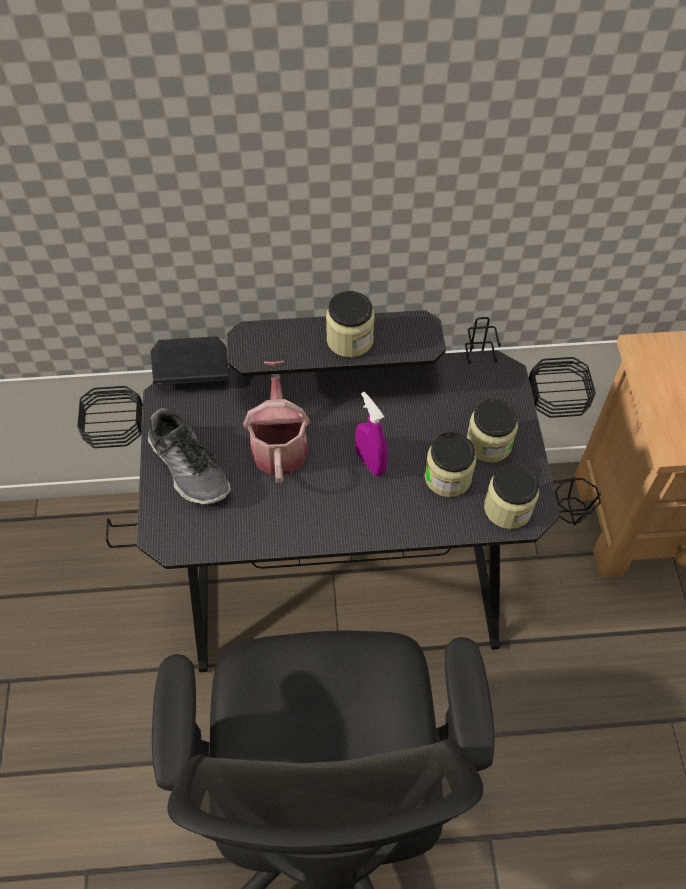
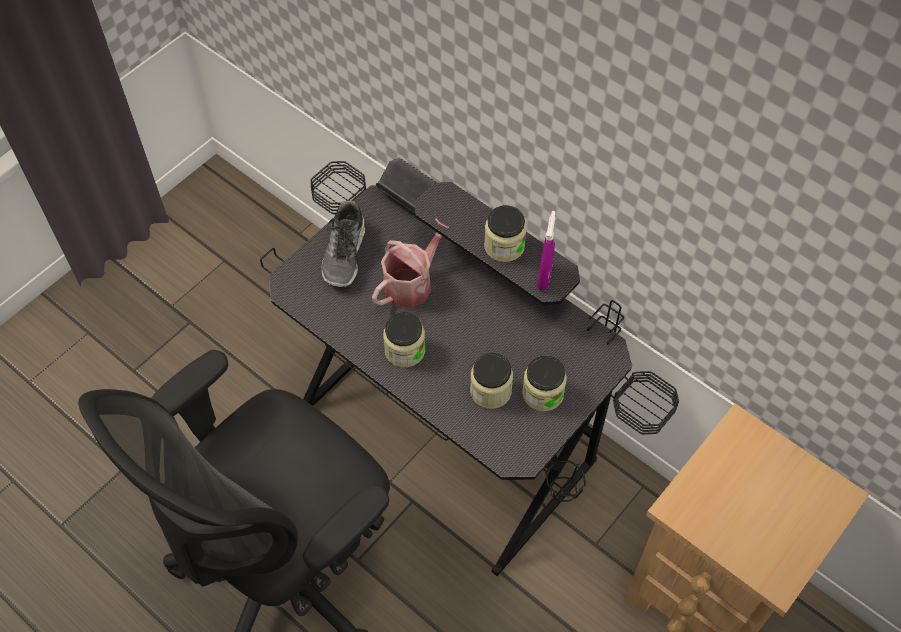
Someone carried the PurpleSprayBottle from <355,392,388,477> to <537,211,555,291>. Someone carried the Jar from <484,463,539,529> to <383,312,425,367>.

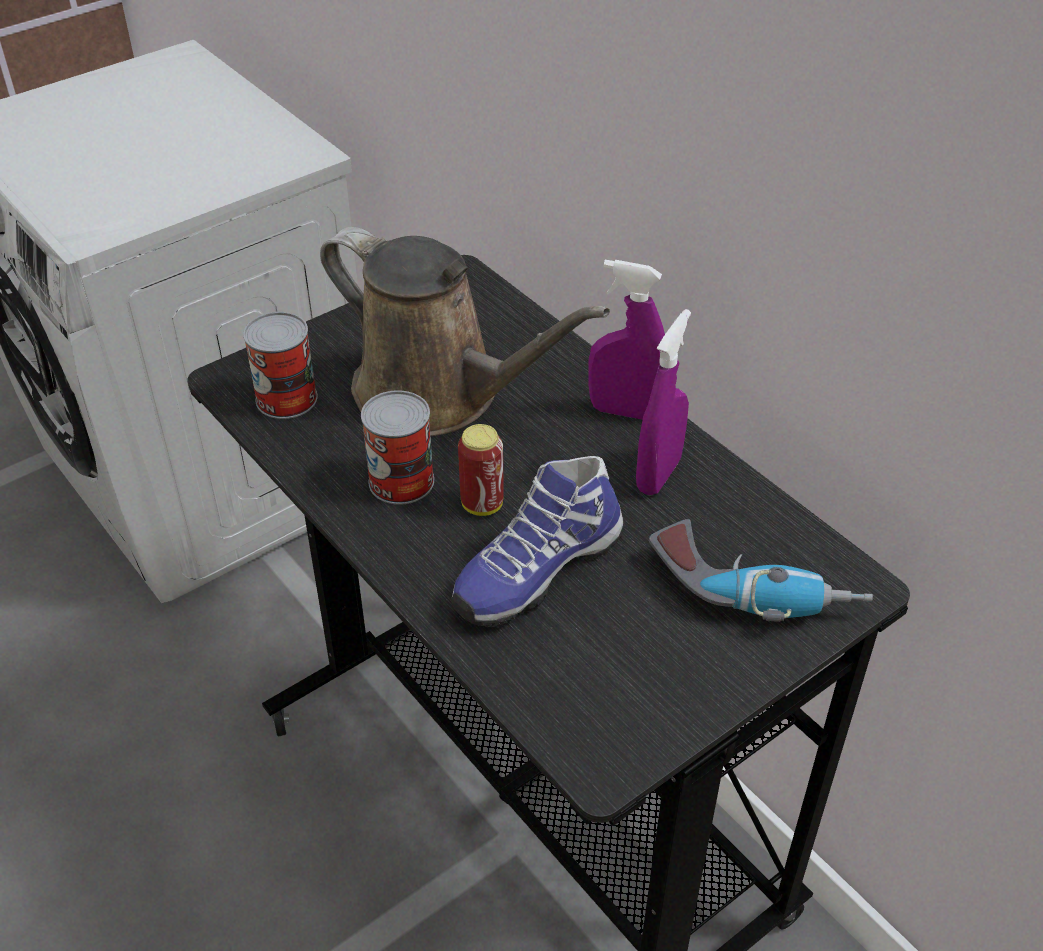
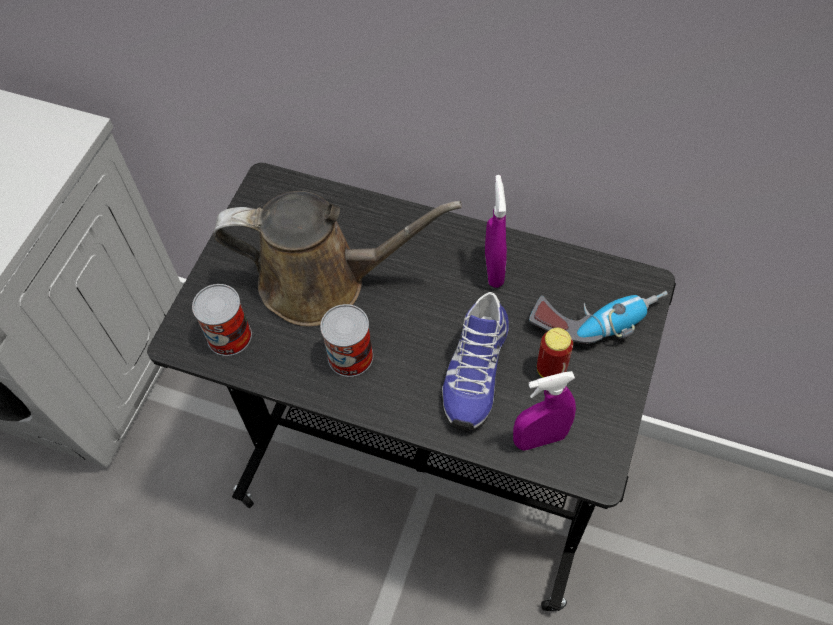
Someone carried the PurpleSprayBottle from <588,260,665,420> to <513,371,576,451>. Someone carried the Can from <458,424,504,516> to <537,328,573,378>.

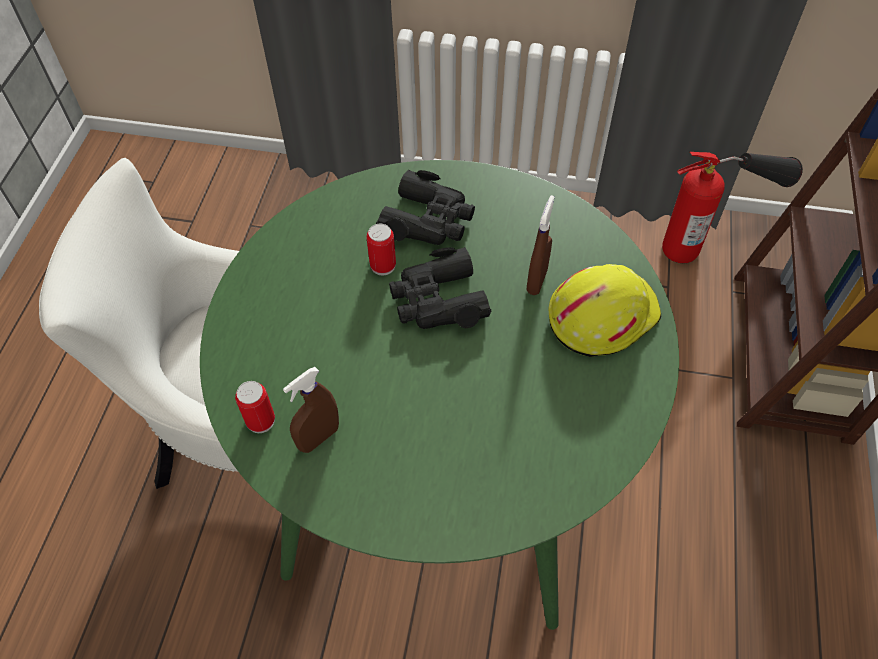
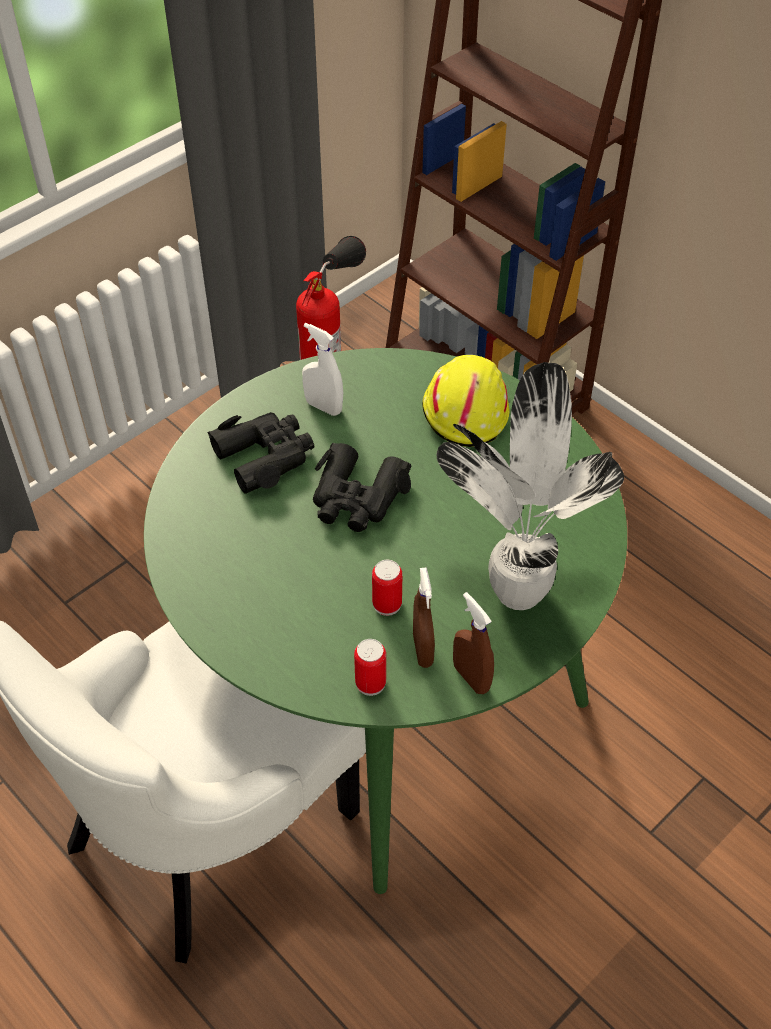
Someone carried the BrownSprayBottle from <527,195,554,295> to <453,592,494,694>. Someone carried the Can from <366,224,396,275> to <372,560,403,616>. Someone put down the WhiteSprayBottle at <302,323,343,416>. Someone put down the PottedPlant at <437,362,624,610>.

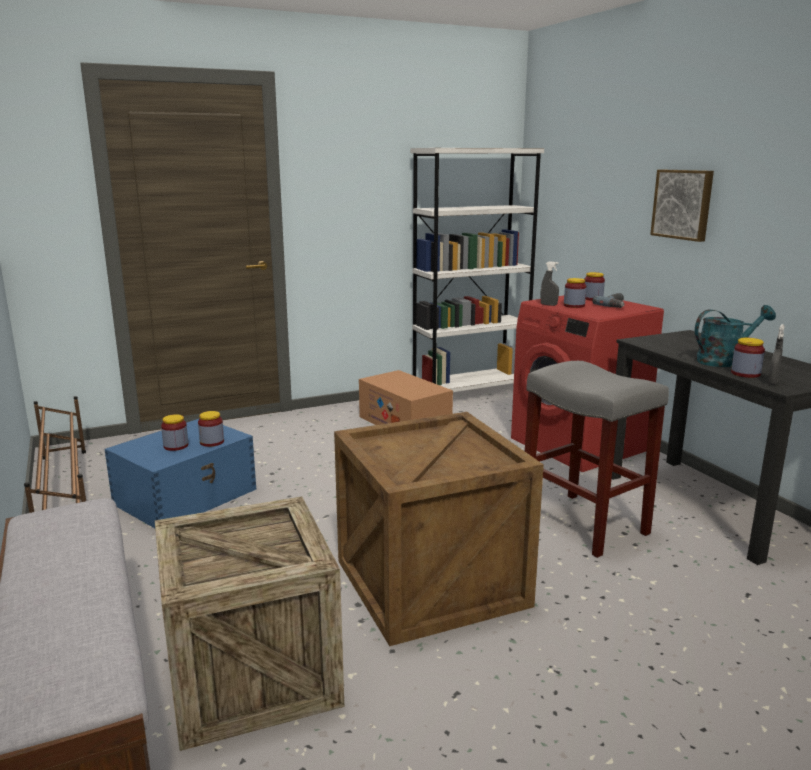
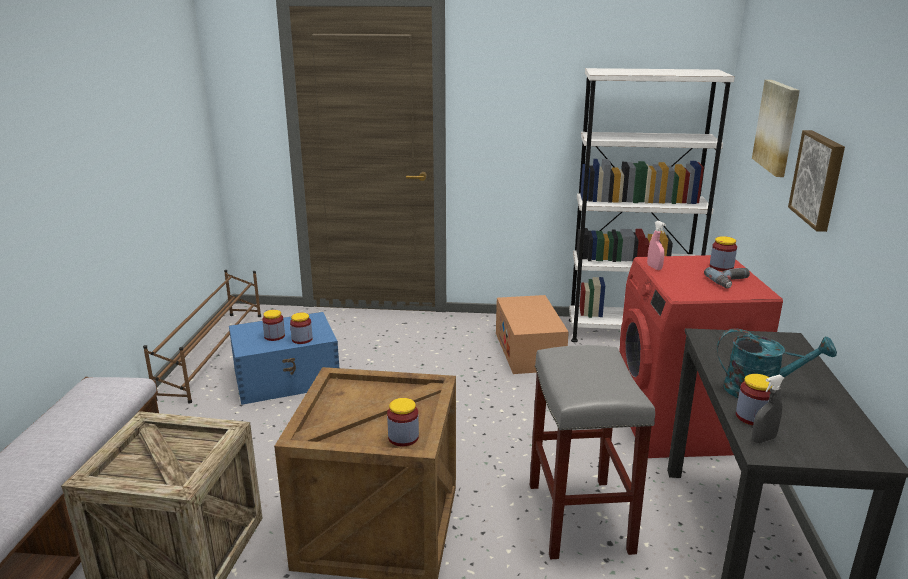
Someone repainted the GreySprayBottle at <541,261,559,306>, which became the PinkSprayBottle at <647,221,666,270>. Someone carried the Jar from <564,278,586,308> to <387,398,419,447>. Someone put up the Picture at <752,80,800,177>.

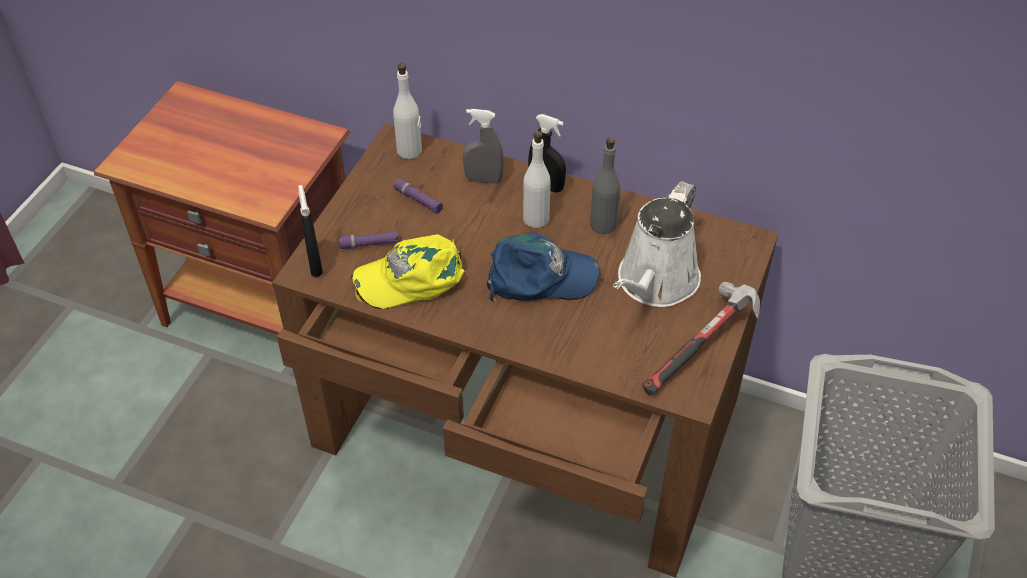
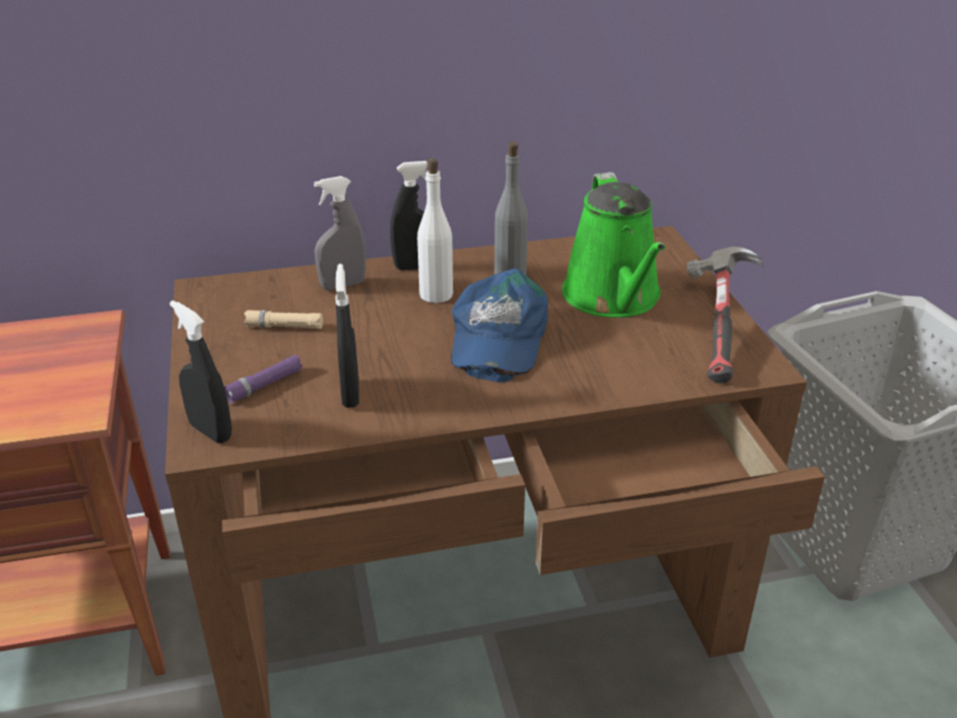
Someone took away the WhiteBottle at <393,63,422,159>. Someone repainted the PurpleFlashlight at <393,178,443,213>, which became the BeigeFlashlight at <244,310,323,329>. Someone repainted the WhiteWateringCan at <613,181,701,307>, which became the GreenWateringCan at <562,172,666,318>. Someone rotated the BlueCap at <487,233,601,302> by 135 degrees clockwise. Someone swapped the YellowCap at <351,234,465,309> for the BlackSprayBottle at <335,264,359,408>.

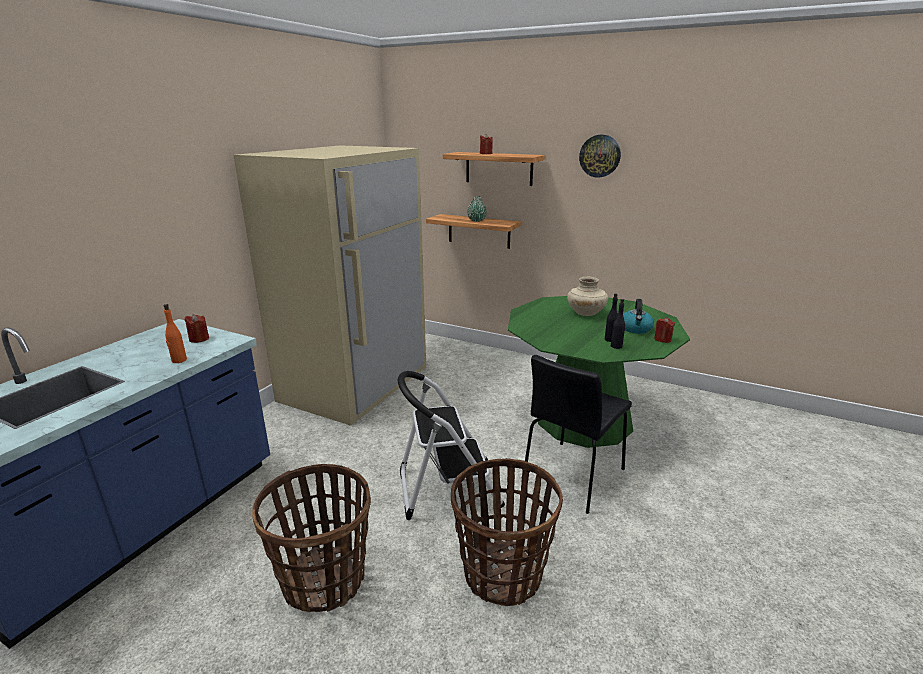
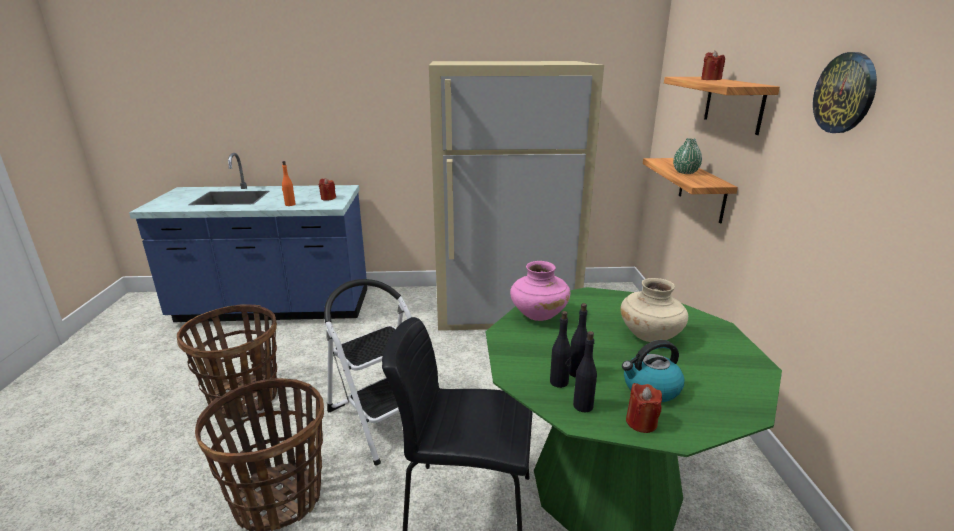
Someone put down the PinkVase at <510,261,570,321>. Someone put down the BlackBottle at <573,331,597,412>.

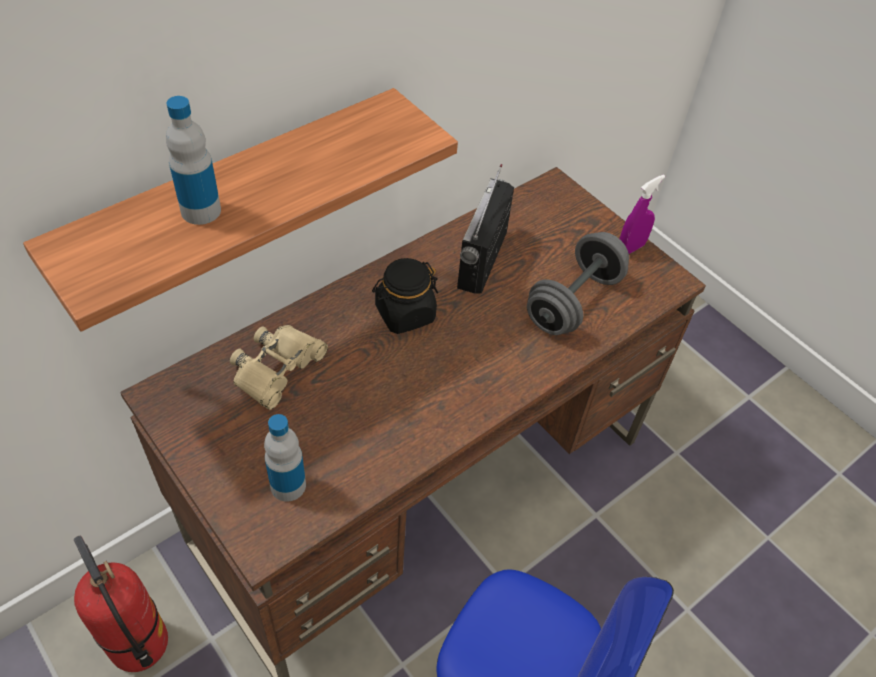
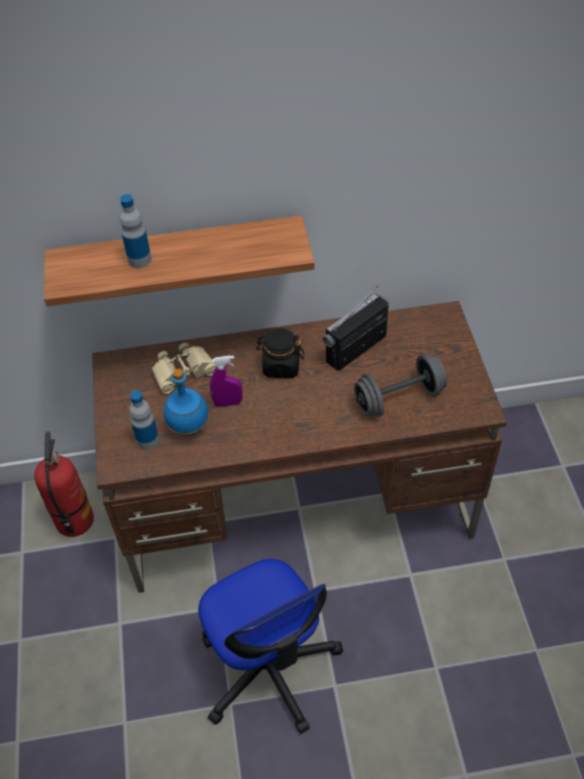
Someone carried the PurpleSprayBottle from <620,174,665,254> to <210,356,243,407>. Someone put down the BlueBottle at <164,369,209,436>.

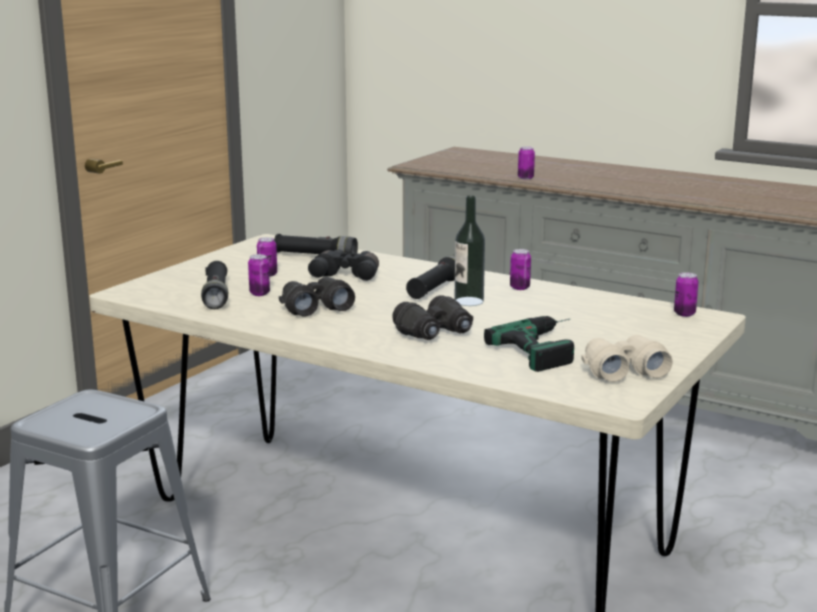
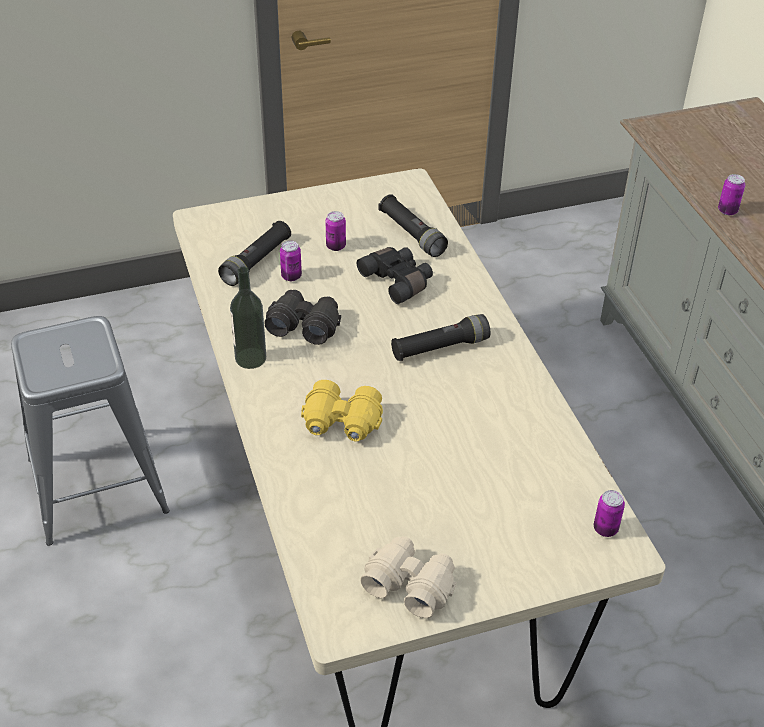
Someone carried the Bottle from <454,195,485,306> to <230,266,266,369>. Someone took away the Can at <510,249,531,290>. Someone repainted the BlackBinoculars at <392,295,473,340>, which became the YellowBinoculars at <301,380,383,441>. Someone took away the PowerDrill at <484,316,574,372>.

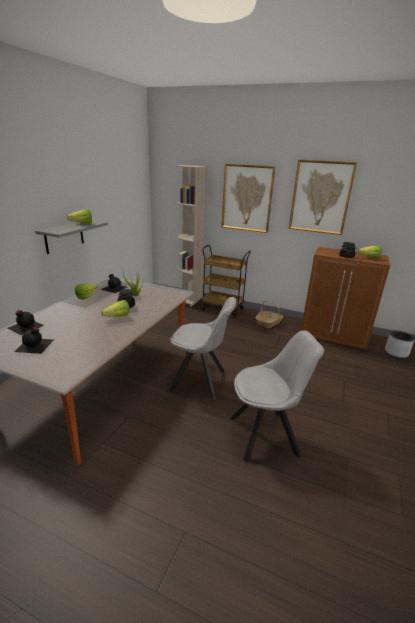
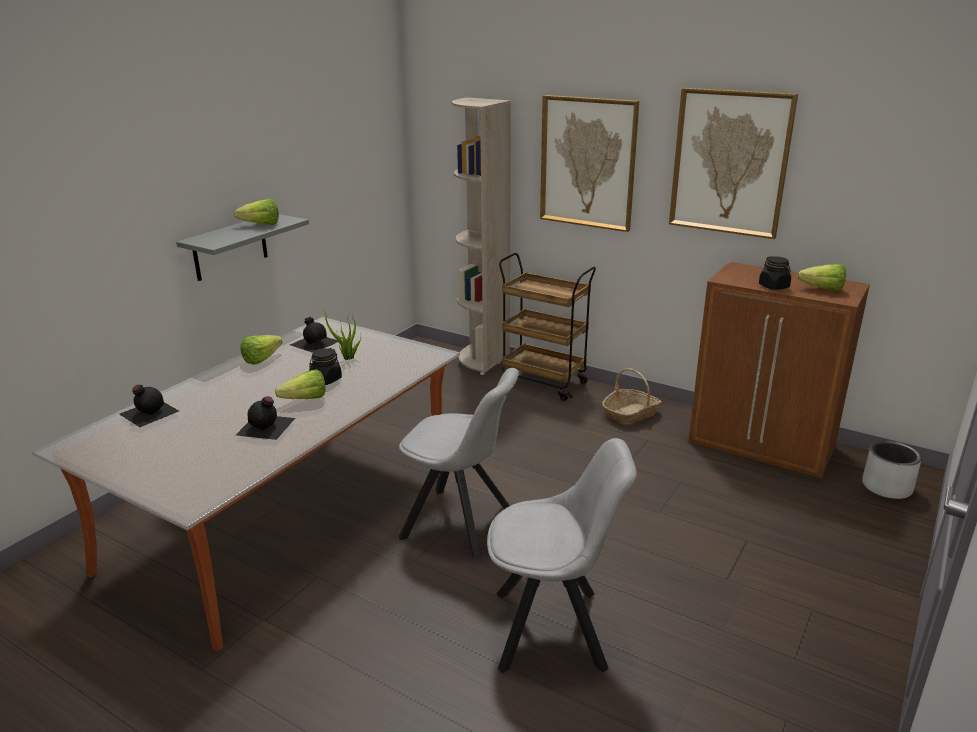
Someone carried the BlackBottle from <14,327,54,354> to <236,396,295,440>.

